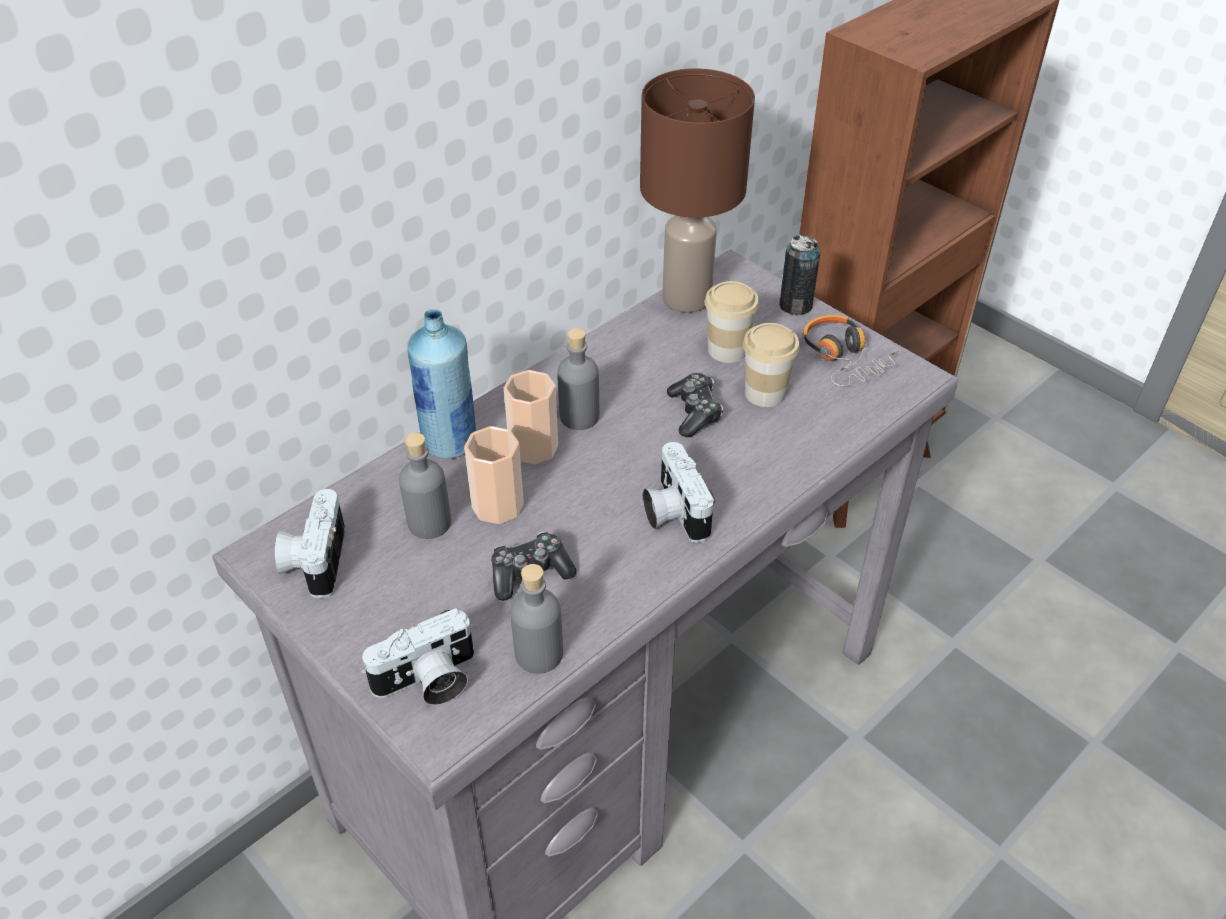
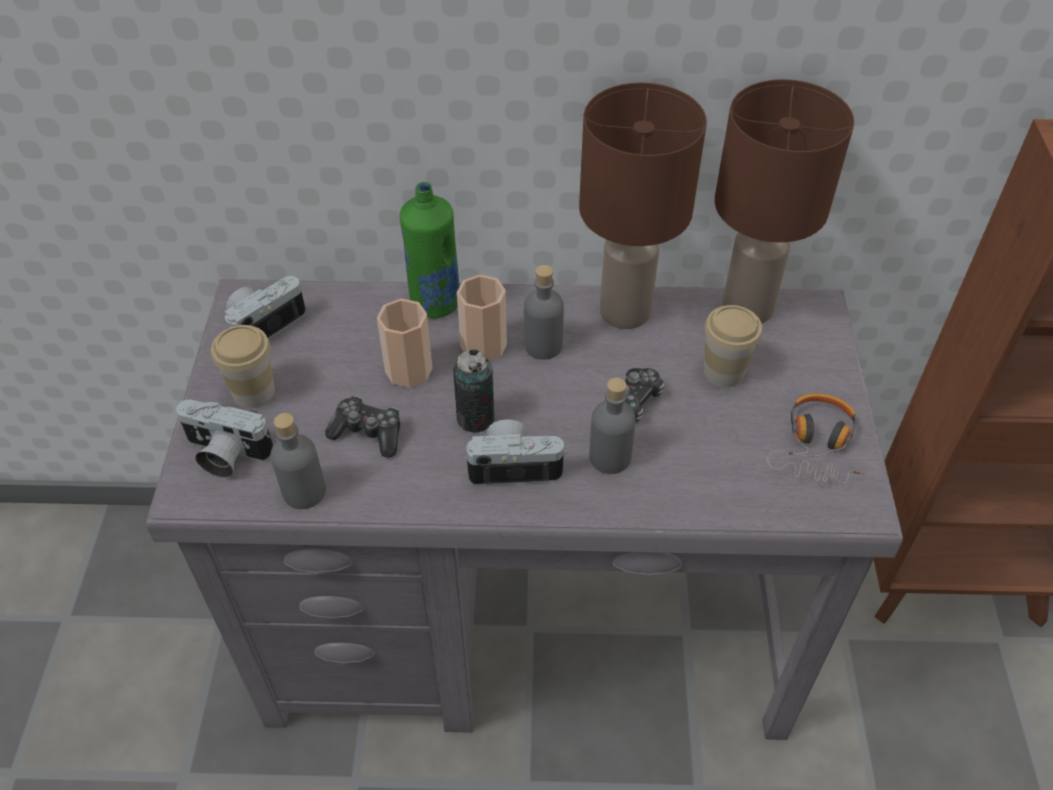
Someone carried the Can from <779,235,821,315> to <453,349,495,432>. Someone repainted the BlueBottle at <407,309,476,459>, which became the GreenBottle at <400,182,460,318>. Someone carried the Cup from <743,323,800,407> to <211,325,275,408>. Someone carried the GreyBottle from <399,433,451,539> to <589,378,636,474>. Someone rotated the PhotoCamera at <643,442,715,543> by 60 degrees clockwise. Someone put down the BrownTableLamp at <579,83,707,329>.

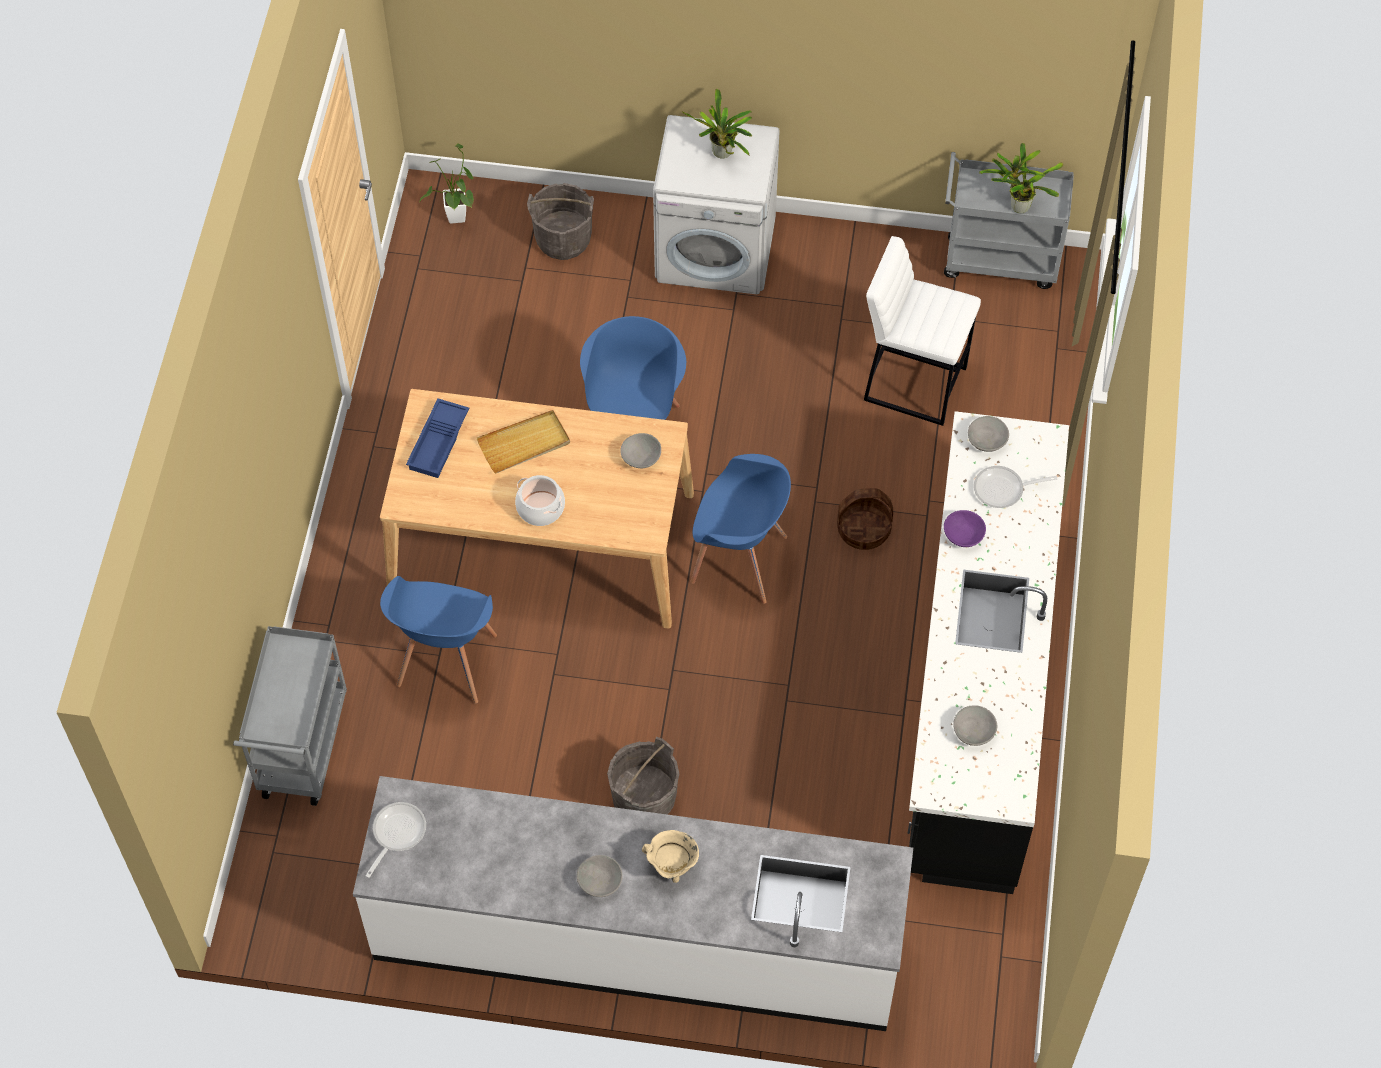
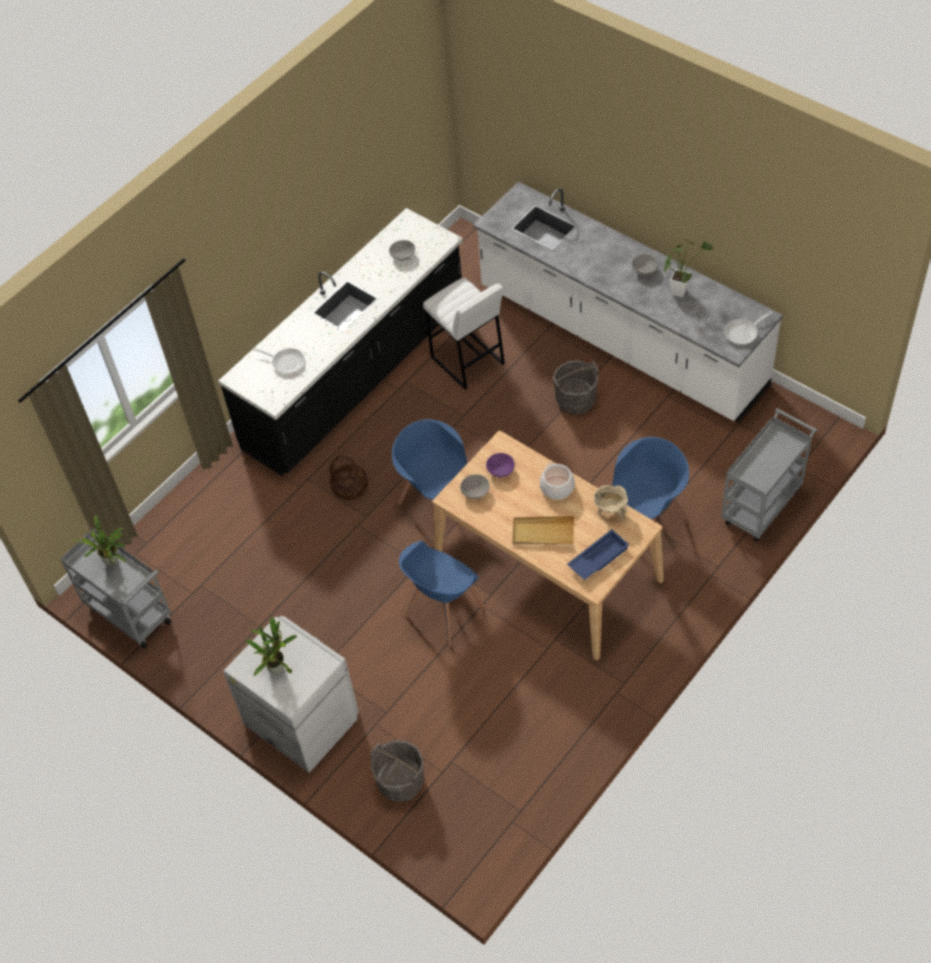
Someone carried the PottedPlant from <419,143,474,224> to <664,239,713,297>. Someone carried the WhiteStool from <864,236,981,426> to <423,278,505,390>. Someone took away the GreyBowl at <968,416,1009,452>. Someone carried the PurpleBowl from <944,510,986,547> to <486,453,515,477>. Someone carried the BeigeCookingPot from <642,830,699,883> to <594,485,628,519>.

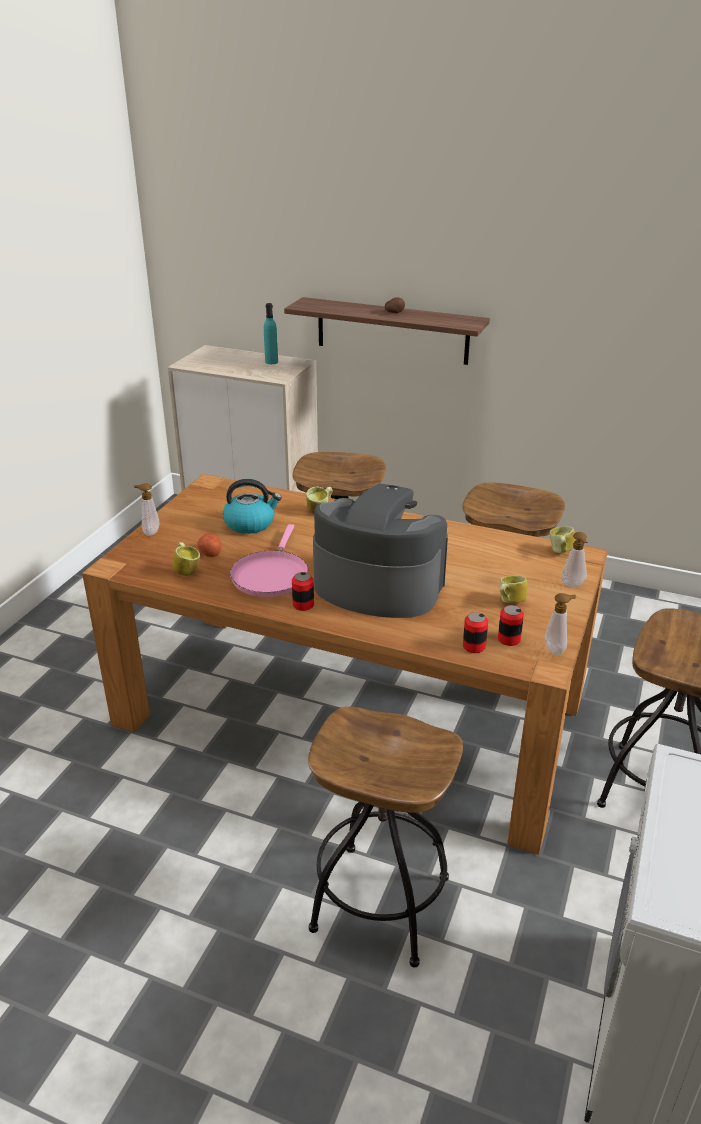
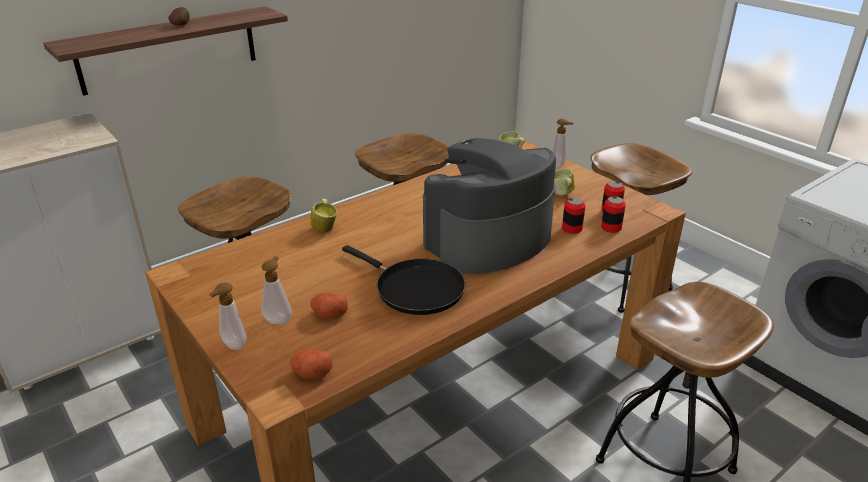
Someone took away the TurquoiseBottle at <264,303,278,364>. Someone took away the Kettle at <223,479,282,534>. Someone repainted the PinkFryingPan at <230,524,308,597>, which became the BlackFryingPan at <342,245,466,315>. Someone took away the Mug at <173,542,200,576>. Someone carried the Can from <292,572,314,611> to <562,197,586,234>. Someone carried the SoapDispenser from <545,593,576,655> to <261,256,292,325>. Someone put down the Potato at <290,349,332,379>.

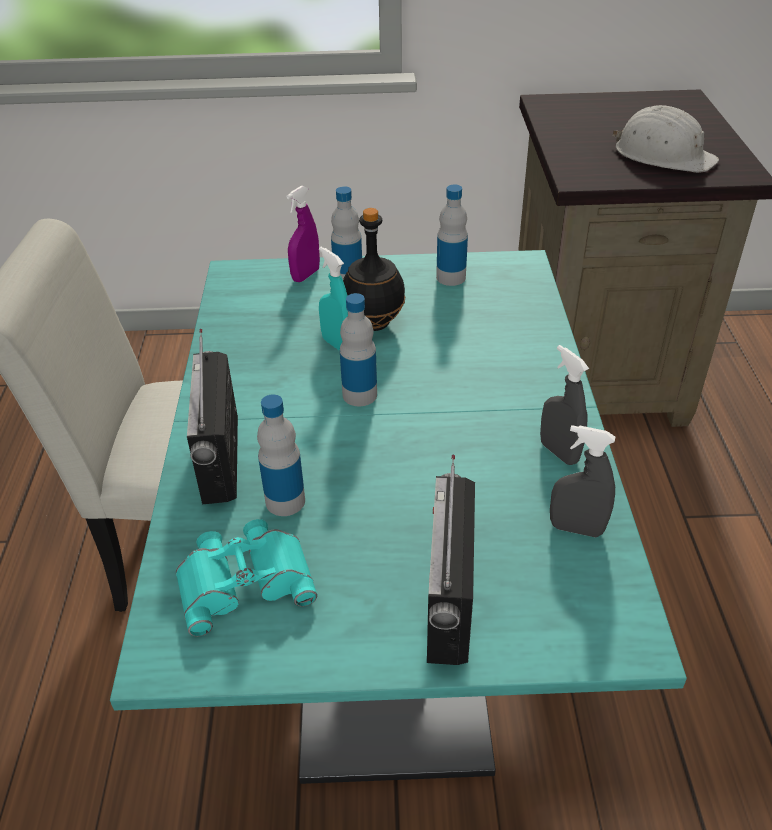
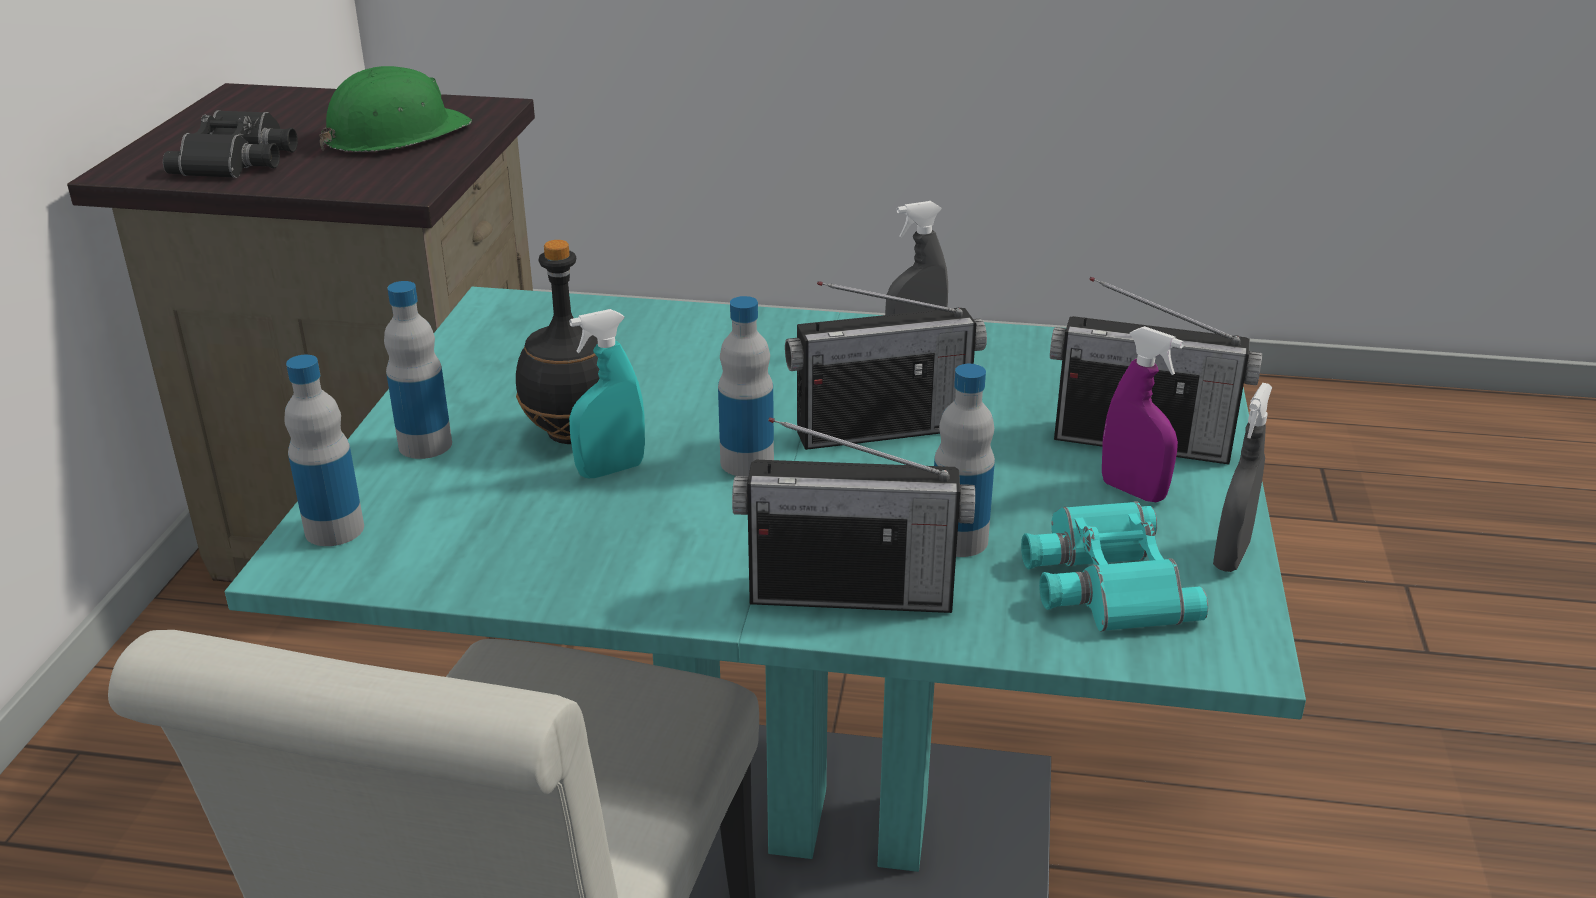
Someone repainted the WhiteHardHat at <613,105,719,173>, which became the GreenHardHat at <319,66,472,152>. Someone carried the Bottle from <436,184,468,286> to <284,355,364,546>. Someone carried the PurpleSprayBottle from <286,186,320,282> to <1102,326,1184,502>. Someone carried the GreySprayBottle from <550,425,615,538> to <1213,383,1272,572>. Someone put down the BlackBinoculars at <163,110,298,178>. Someone put down the Radio at <785,281,987,450>.

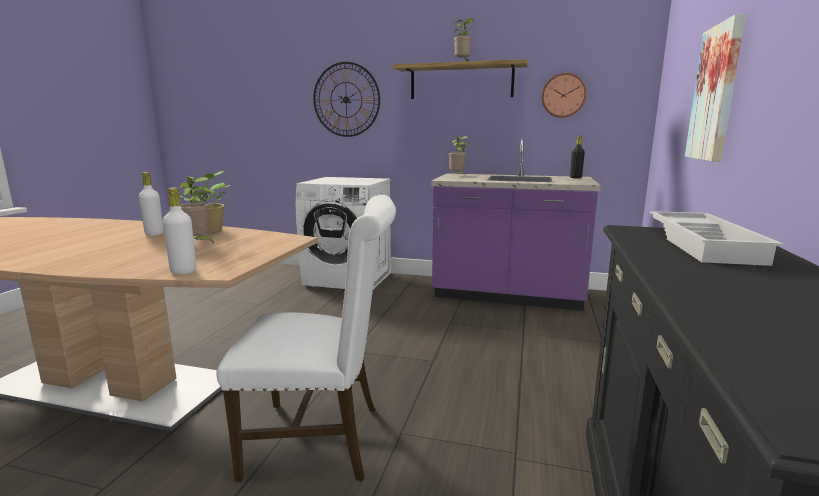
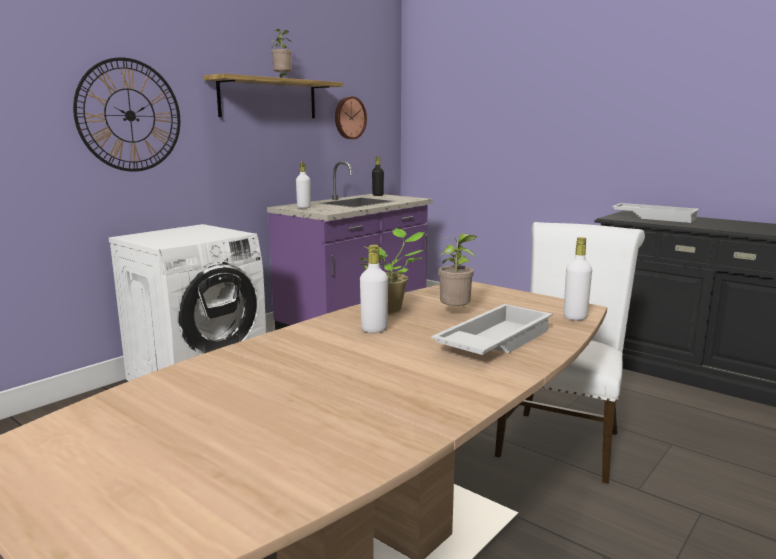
Someone took away the Picture at <685,13,746,162>. Someone swapped the PottedPlant at <449,136,468,176> for the WhiteBottle at <296,162,311,209>. Someone put down the WhiteTray at <431,304,553,355>.

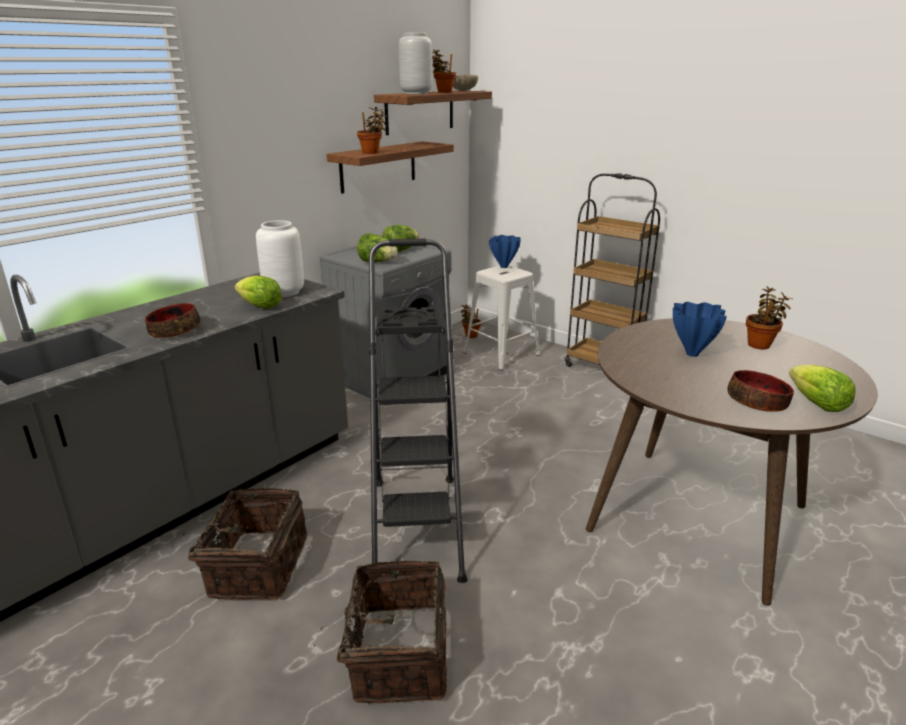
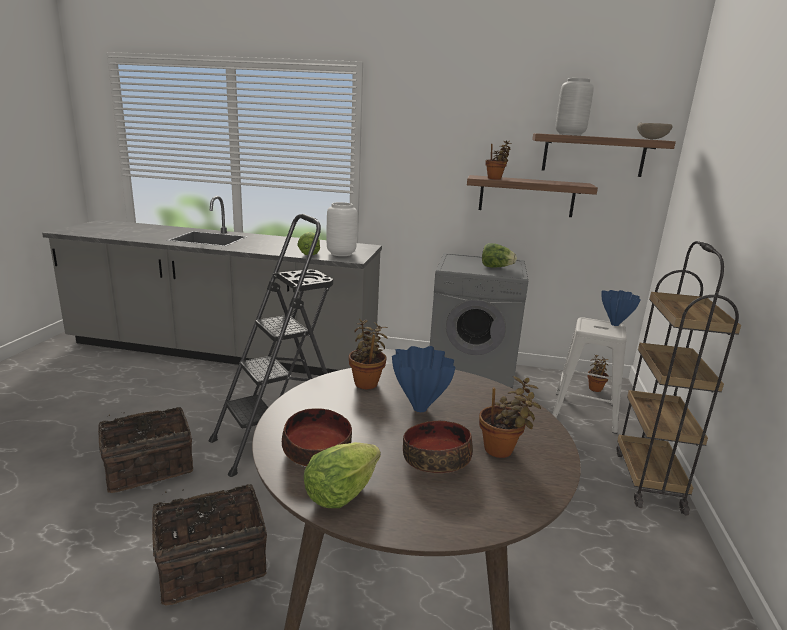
Someone carried the PottedPlant from <432,50,456,93> to <349,319,388,389>. Someone took away the Lettuce at <357,233,397,262>. Someone carried the Bowl from <145,303,200,338> to <403,420,473,473>. Someone carried the Basket from <172,488,307,600> to <152,484,267,606>.

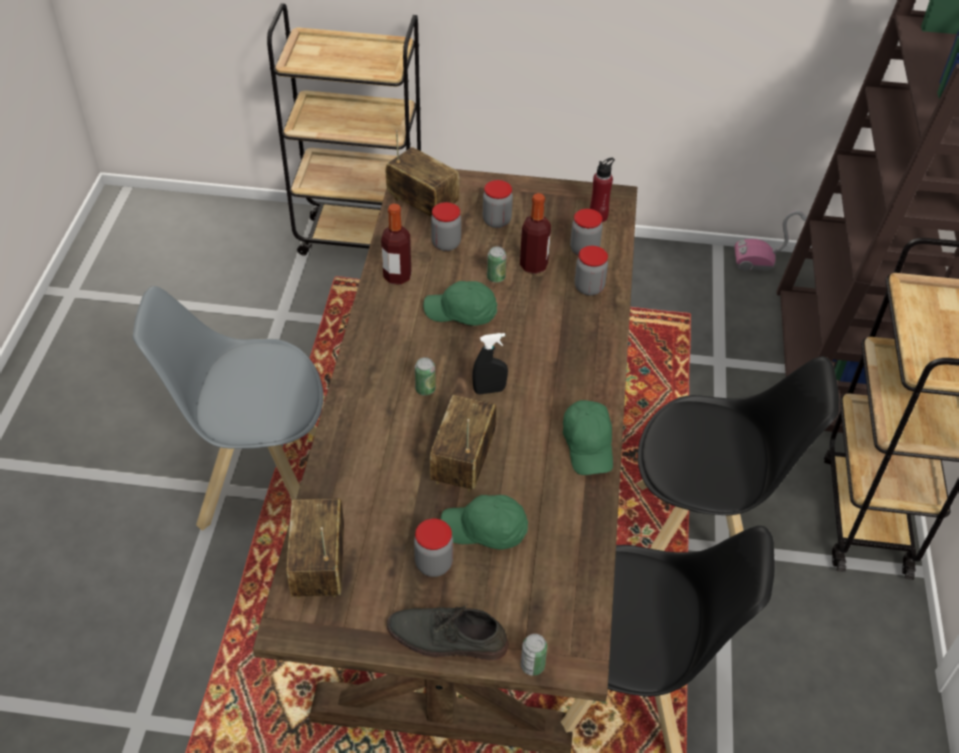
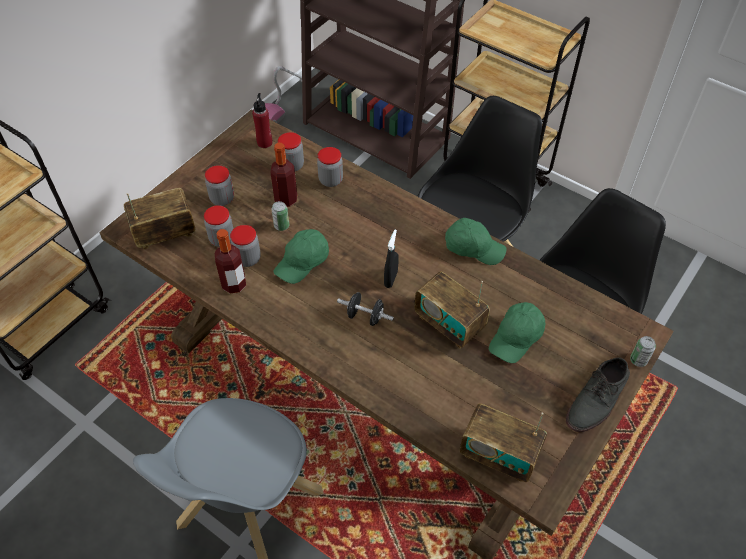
Someone swapped the Can at <415,357,436,395> for the BlackDumbbell at <337,292,394,326>. Someone carried the Jar from <414,519,453,577> to <230,225,261,267>.

